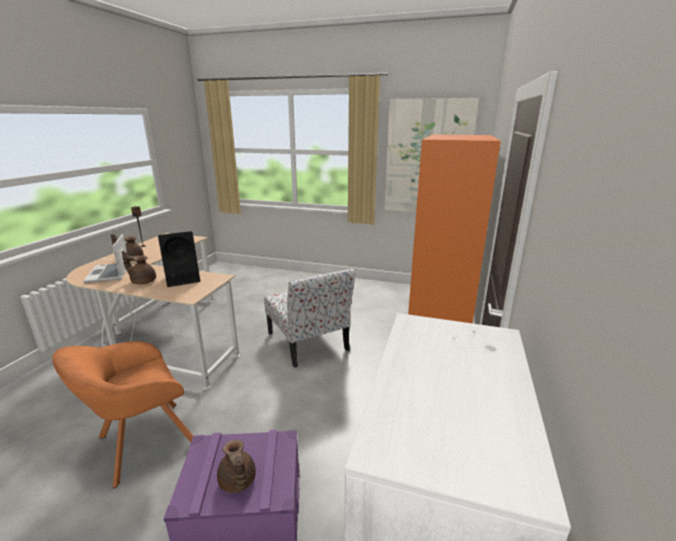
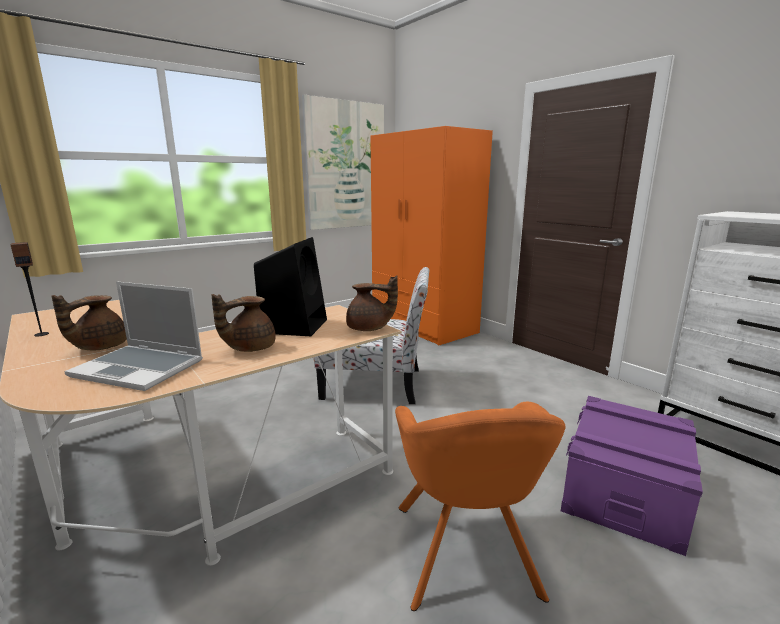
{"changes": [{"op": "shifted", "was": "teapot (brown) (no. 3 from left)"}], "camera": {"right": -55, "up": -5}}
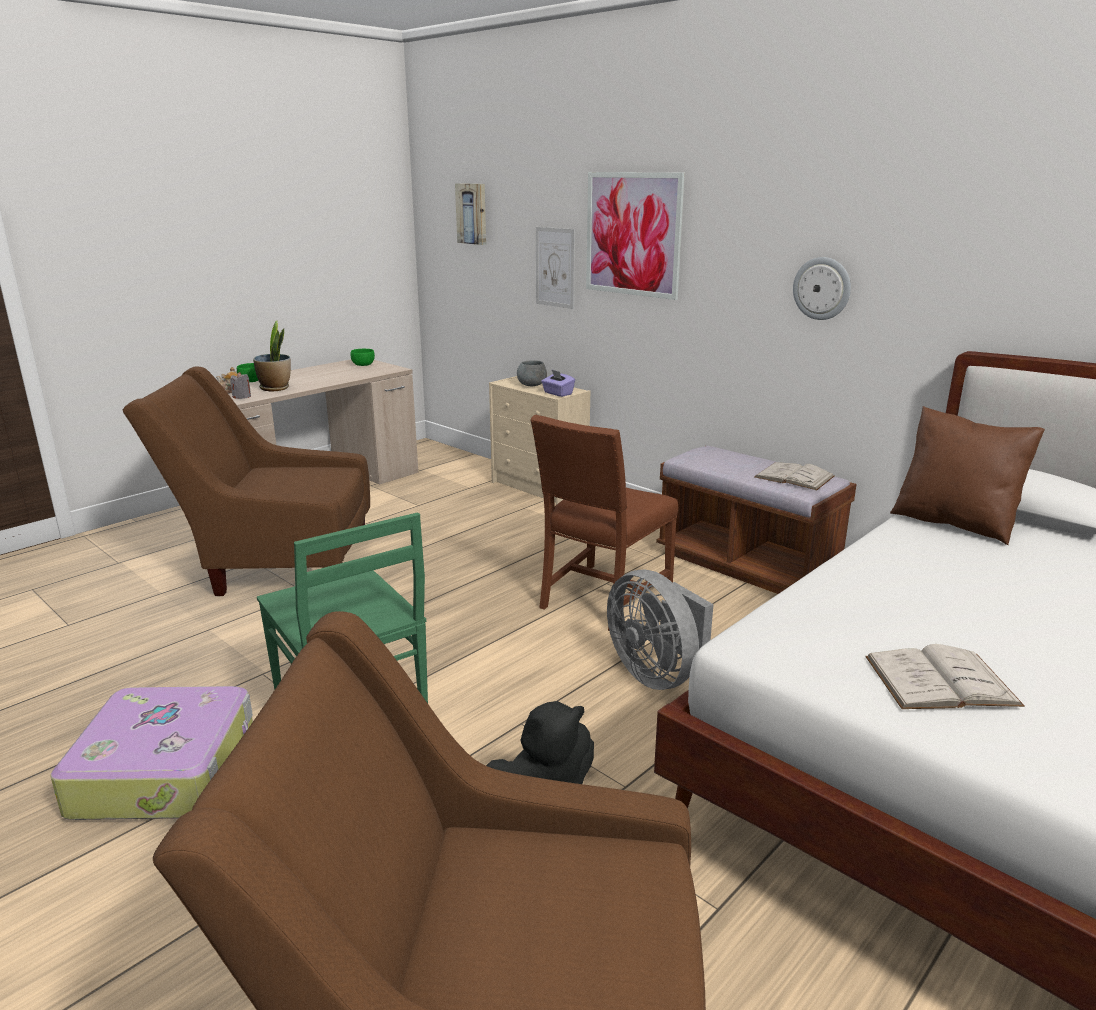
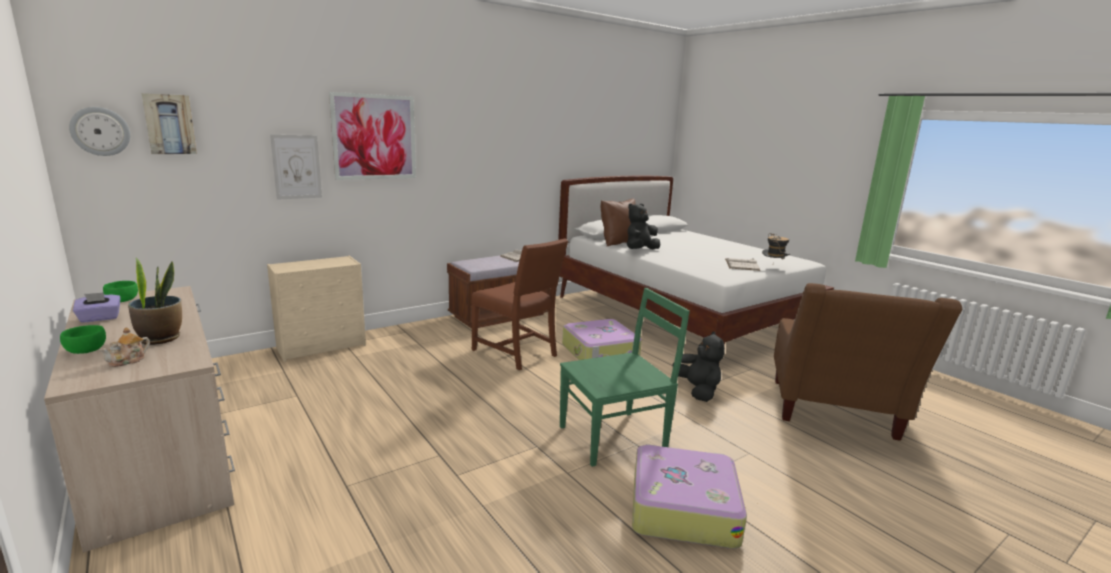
{"changes": [{"op": "gone", "was": "armchair (brown) (no. 1 from left)"}, {"op": "gone", "was": "candle (grey)"}, {"op": "gone", "was": "bowl (grey)"}, {"op": "shifted", "was": "tissue box (purple)"}, {"op": "swapped", "was": "fan (grey)", "now": "suitcase (no. 1 from left)"}, {"op": "shifted", "was": "wall clock"}, {"op": "new", "now": "plush toy (black) (no. 1 from left)"}, {"op": "new", "now": "hat"}], "camera": {"right": -80, "up": -5}}
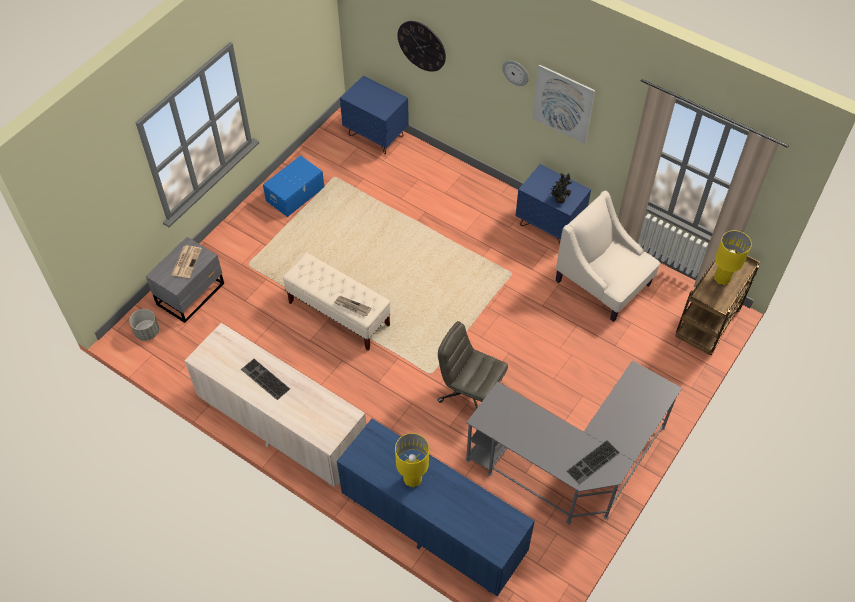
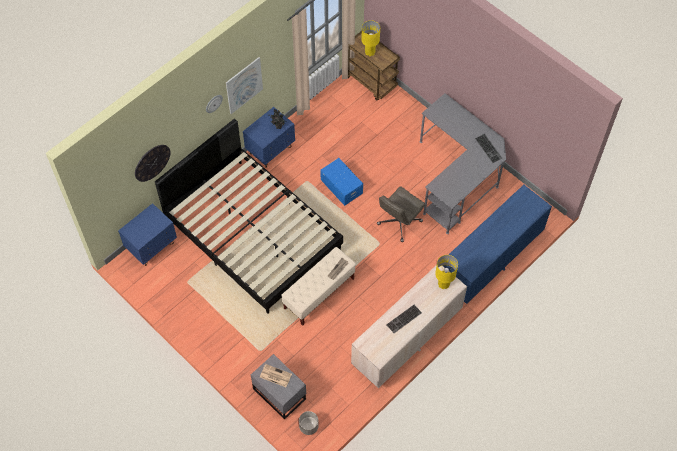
{"changes": [{"op": "shifted", "was": "storage box (blue)"}, {"op": "shifted", "was": "table lamp (yellow) (no. 1 from left in the first image)", "now": "table lamp (yellow) (no. 2 from left)"}, {"op": "gone", "was": "armchair (beige)"}, {"op": "new", "now": "bed (black)"}], "camera": {"right": -80, "up": 5}}
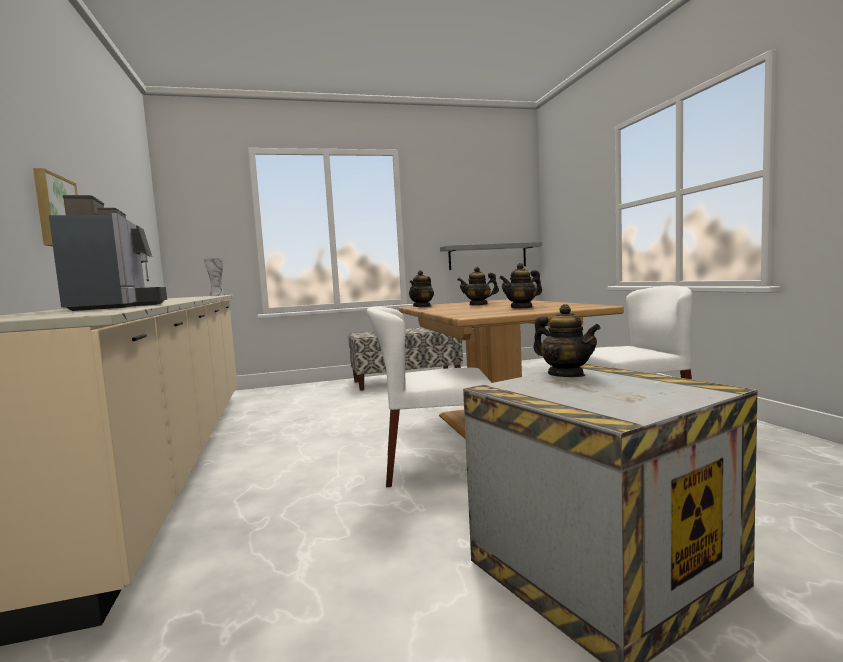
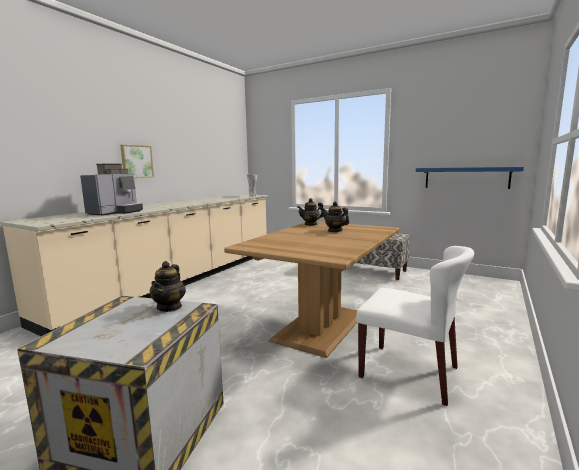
{"changes": [{"op": "gone", "was": "chair (white) (no. 1 from left)"}, {"op": "repainted", "was": "shelf (grey)", "now": "shelf (blue)"}, {"op": "gone", "was": "teapot (no. 3 from left)"}], "camera": {"right": 45, "up": 5}}
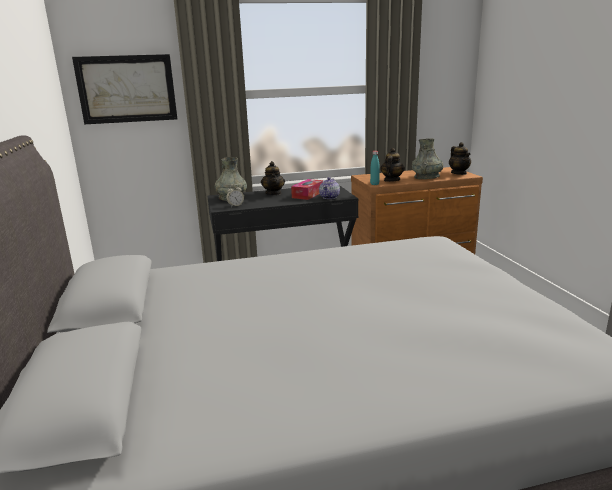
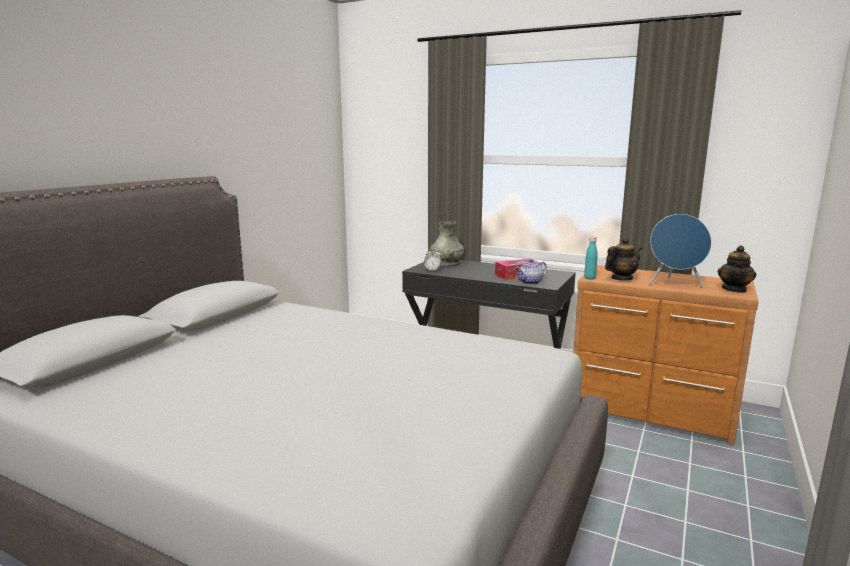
{"changes": [{"op": "gone", "was": "picture"}, {"op": "gone", "was": "teapot (no. 1 from left)"}, {"op": "swapped", "was": "vase (grey) (no. 2 from left)", "now": "speaker (blue)"}], "camera": {"right": 40, "up": -5}}
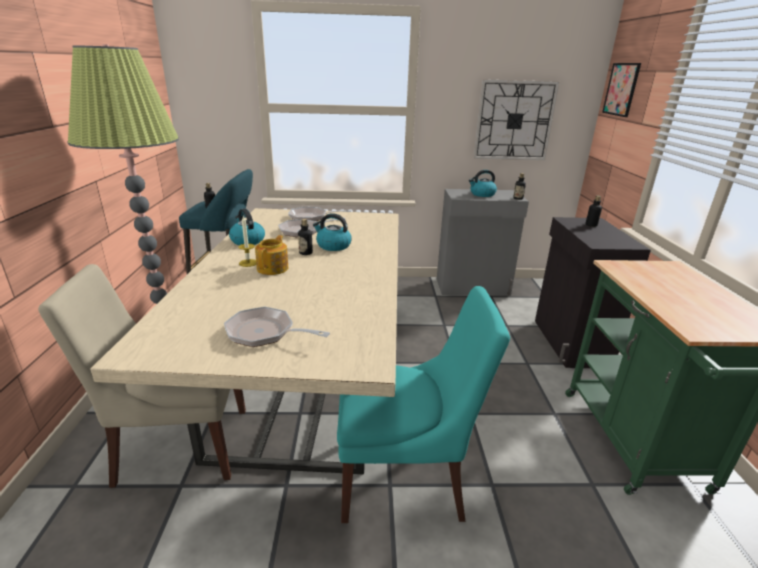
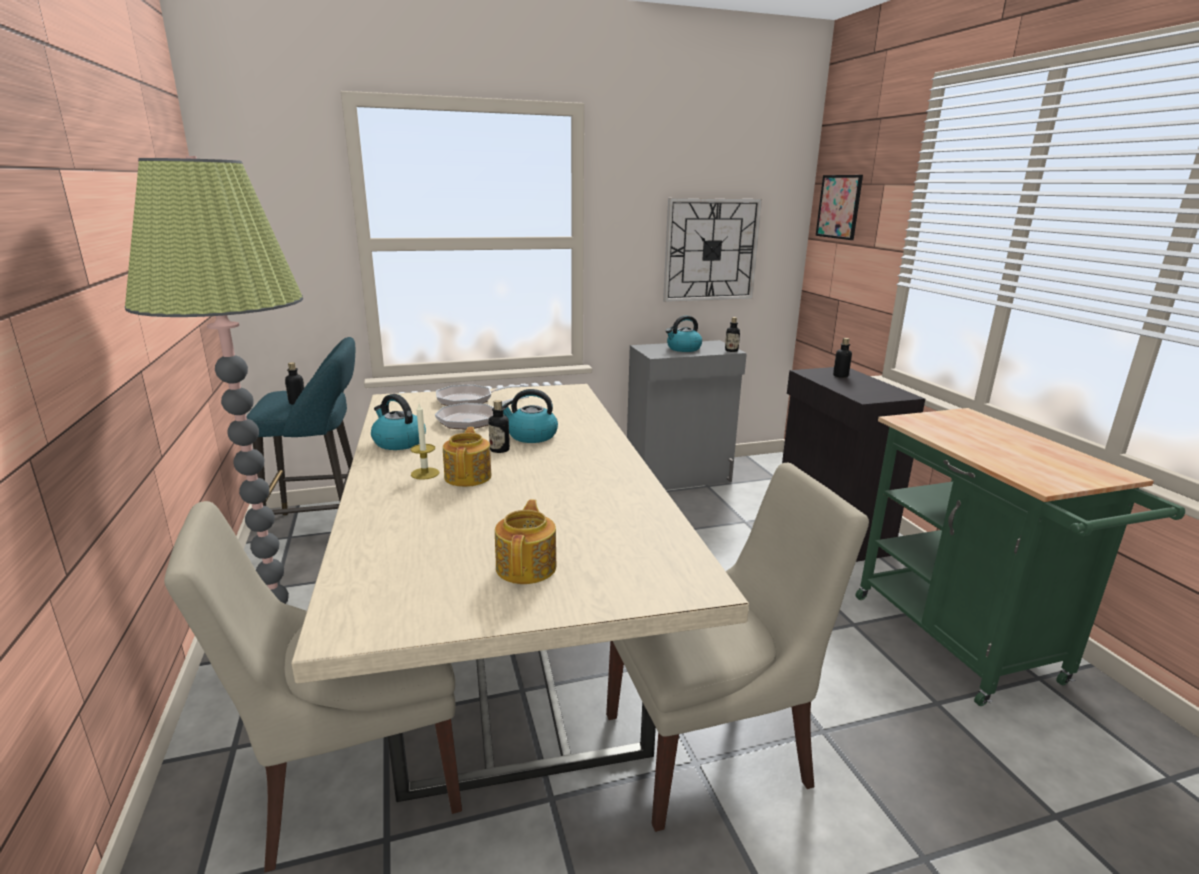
{"changes": [{"op": "swapped", "was": "frying pan (no. 1 from left)", "now": "teapot (no. 2 from left)"}, {"op": "repainted", "was": "chair (turquoise)", "now": "chair (beige) (no. 2 from left)"}], "camera": {"right": -15, "up": -5}}
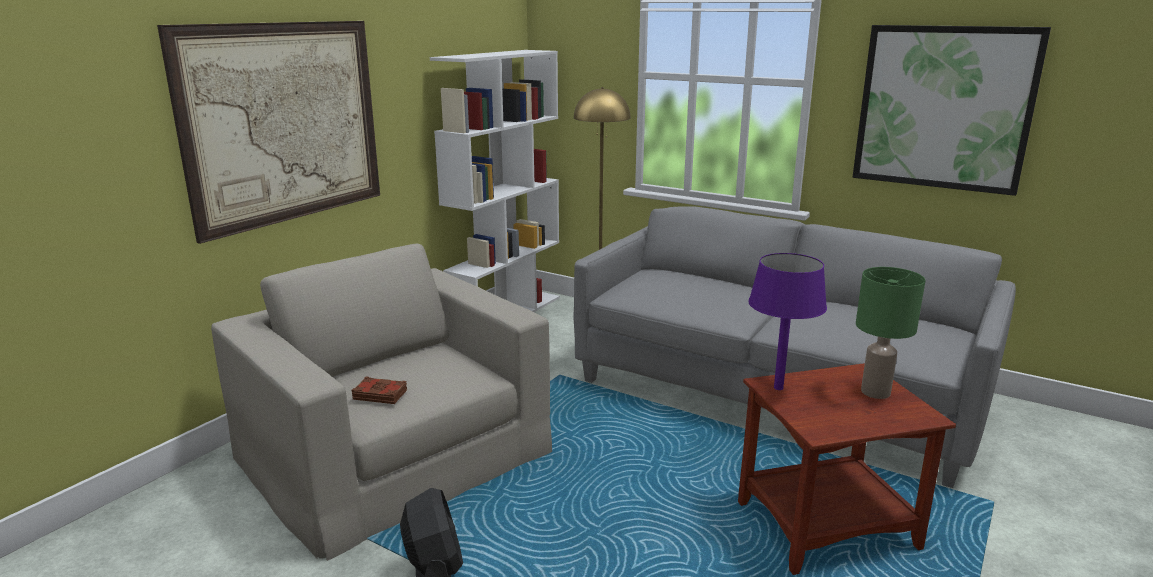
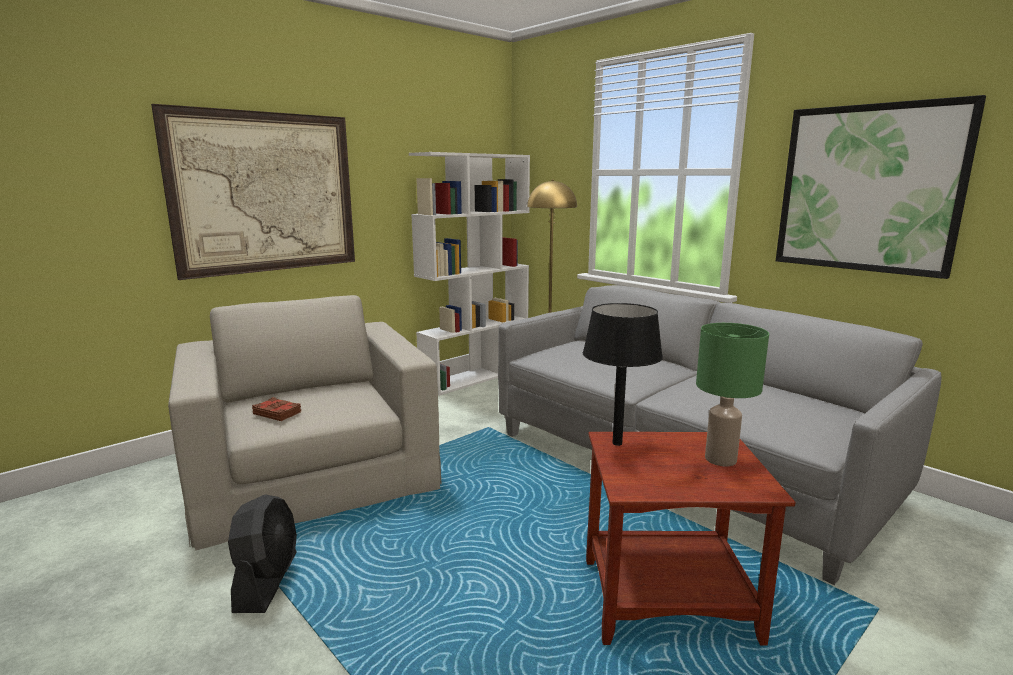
{"changes": [{"op": "repainted", "was": "table lamp (purple)", "now": "table lamp (black)"}], "camera": {"right": 15, "up": -5}}
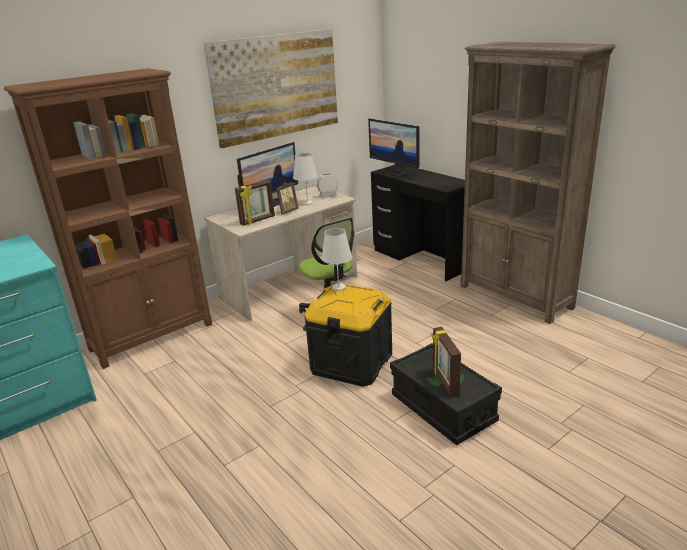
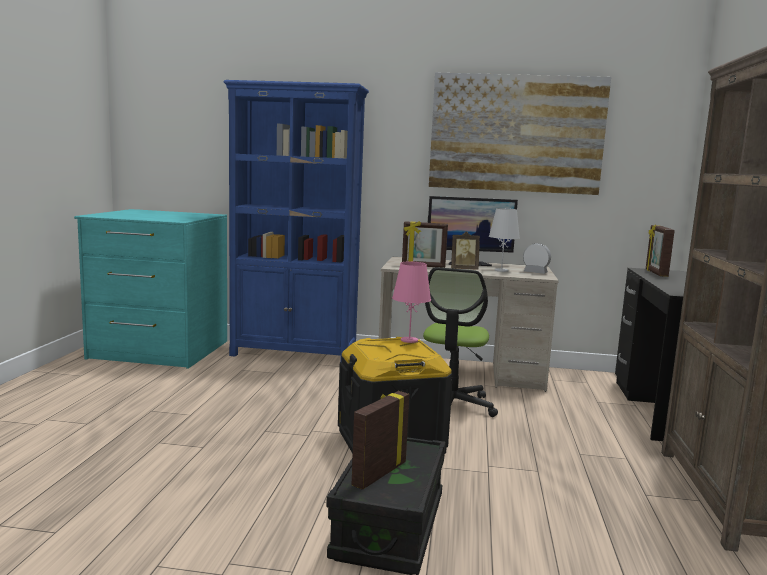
{"changes": [{"op": "repainted", "was": "bookcase (brown) (no. 1 from left)", "now": "bookcase (blue)"}, {"op": "repainted", "was": "table lamp (white) (no. 2 from left)", "now": "table lamp (pink)"}, {"op": "swapped", "was": "monitor (no. 2 from left)", "now": "picture frame (no. 4 from left)"}], "camera": {"right": 45, "up": -15}}
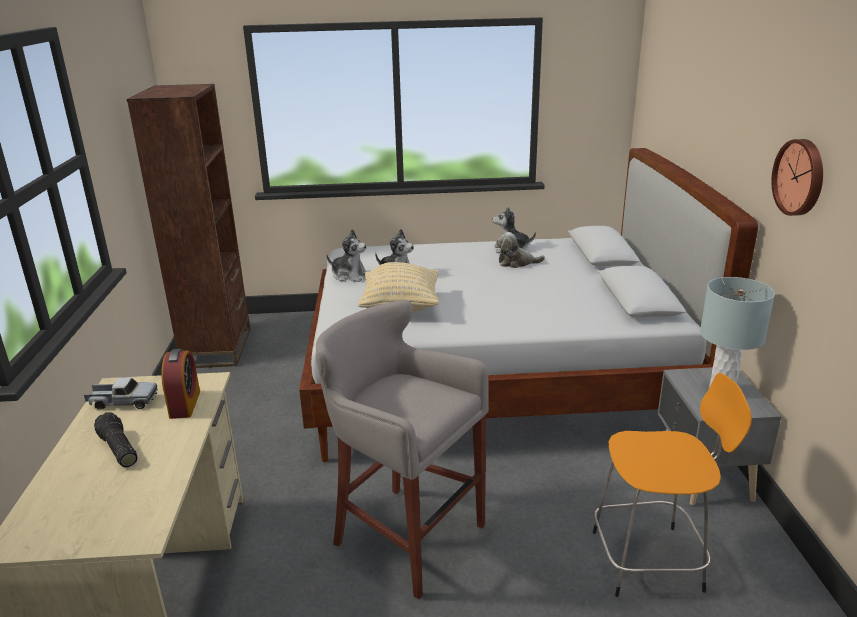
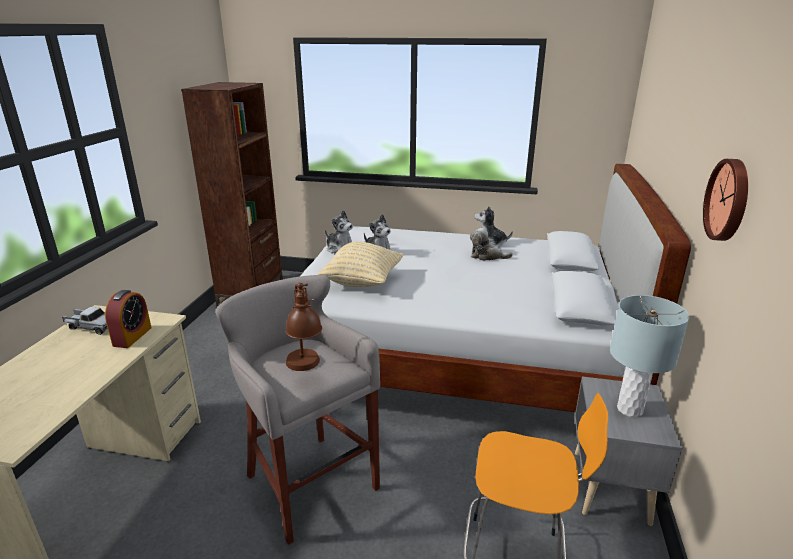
{"changes": [{"op": "gone", "was": "flashlight"}, {"op": "new", "now": "table lamp (brown)"}], "camera": {"right": 15, "up": 0}}
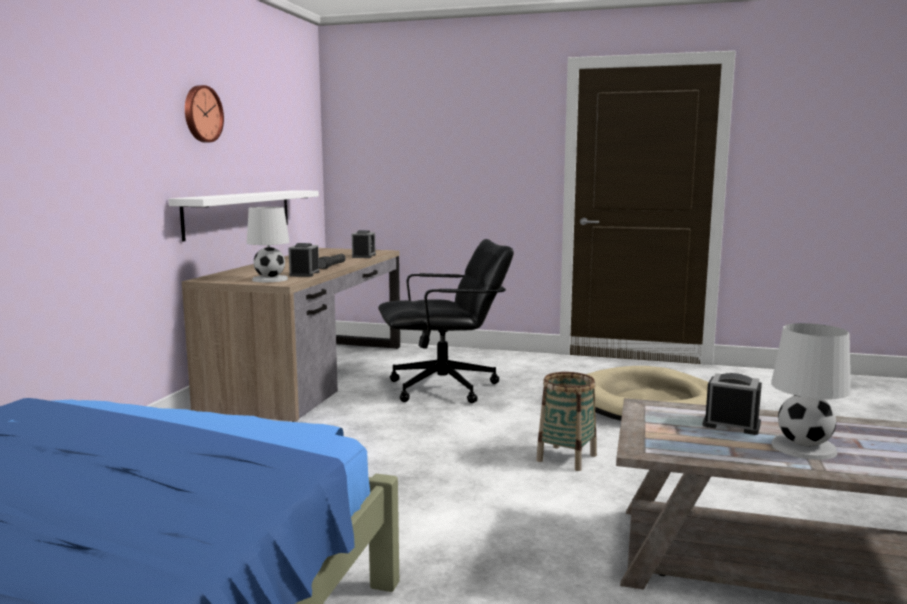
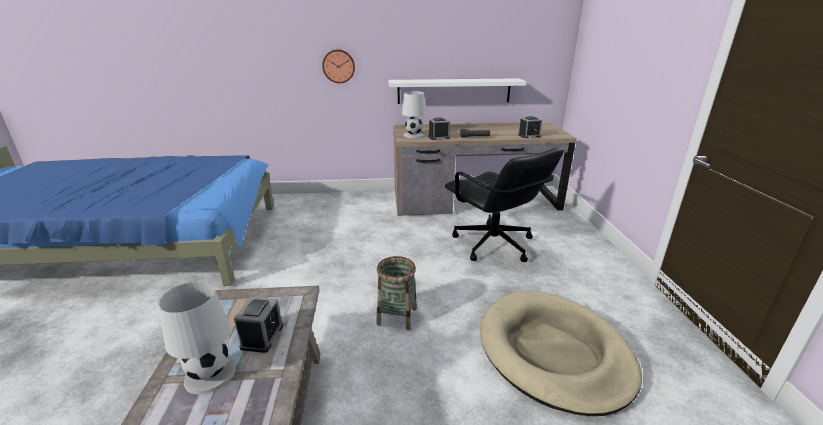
{"changes": [{"op": "shifted", "was": "wall clock"}], "camera": {"right": 70, "up": 15}}
